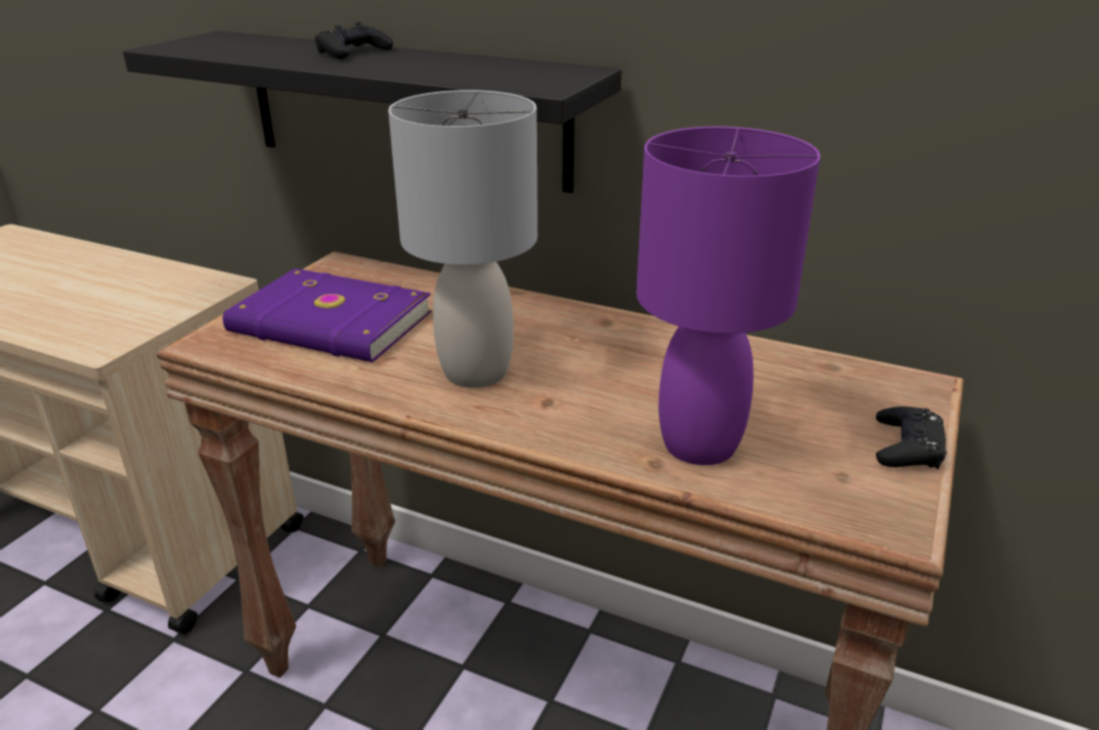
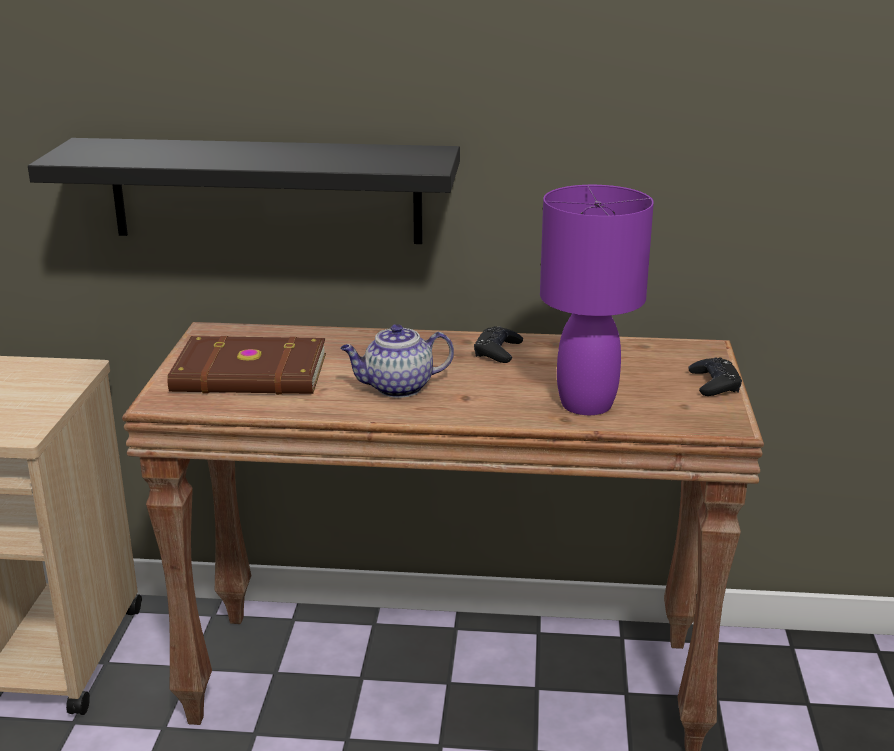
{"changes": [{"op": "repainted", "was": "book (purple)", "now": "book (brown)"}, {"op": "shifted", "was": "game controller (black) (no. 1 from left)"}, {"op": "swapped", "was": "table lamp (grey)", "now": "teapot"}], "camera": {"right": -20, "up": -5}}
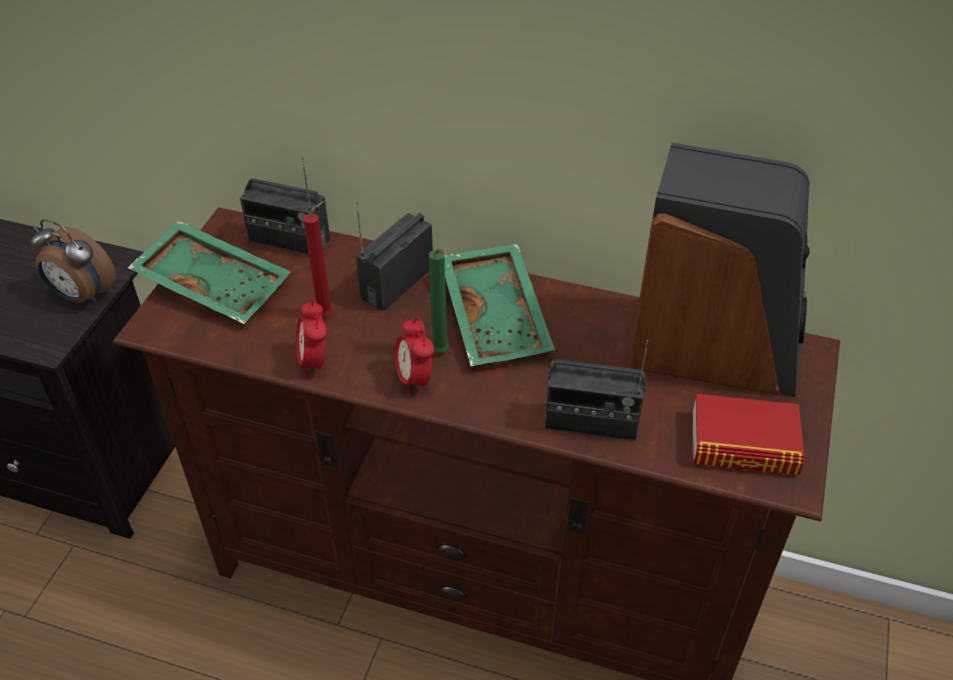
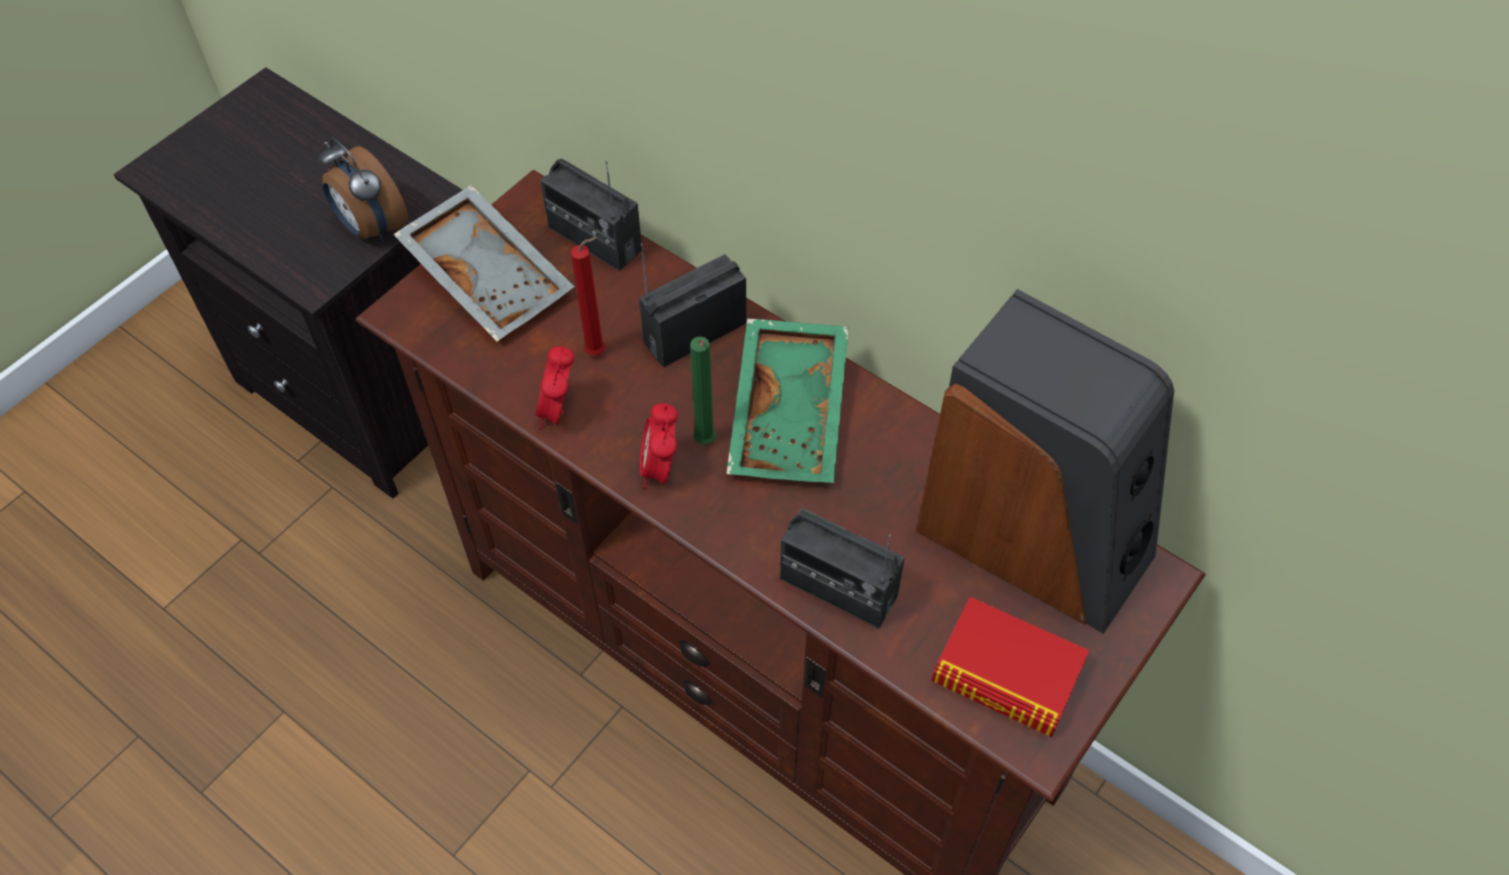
{"changes": [{"op": "repainted", "was": "tray (green) (no. 1 from left)", "now": "tray (grey)"}], "camera": {"right": 20, "up": 10}}
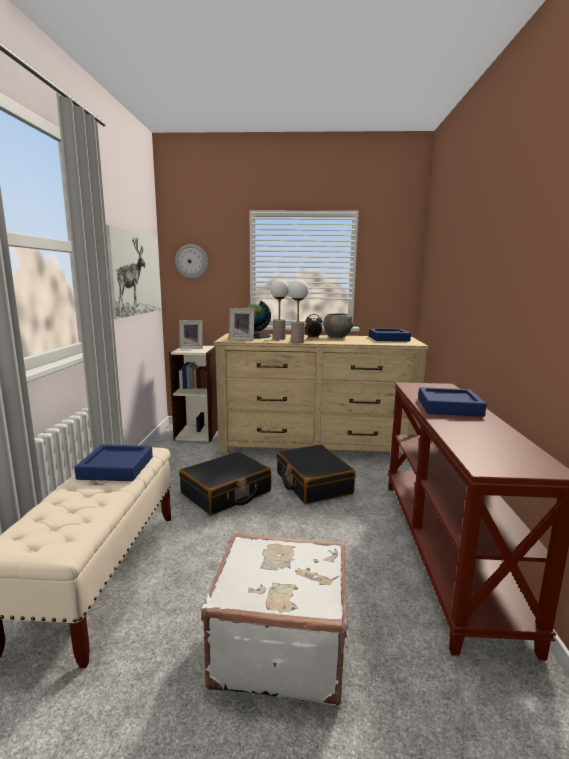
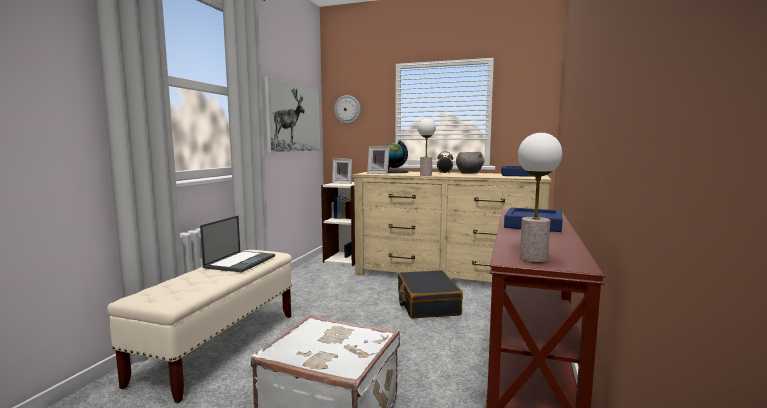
{"changes": [{"op": "swapped", "was": "tray (blue) (no. 1 from left)", "now": "laptop"}, {"op": "gone", "was": "suitcase (black) (no. 1 from left)"}, {"op": "shifted", "was": "table lamp (no. 1 from left in the first image)", "now": "table lamp (no. 2 from left)"}], "camera": {"right": 15, "up": -5}}
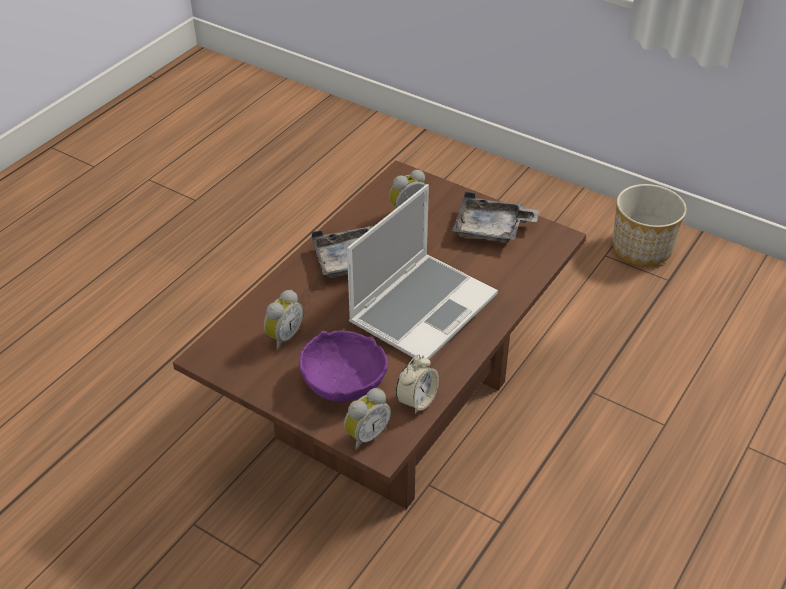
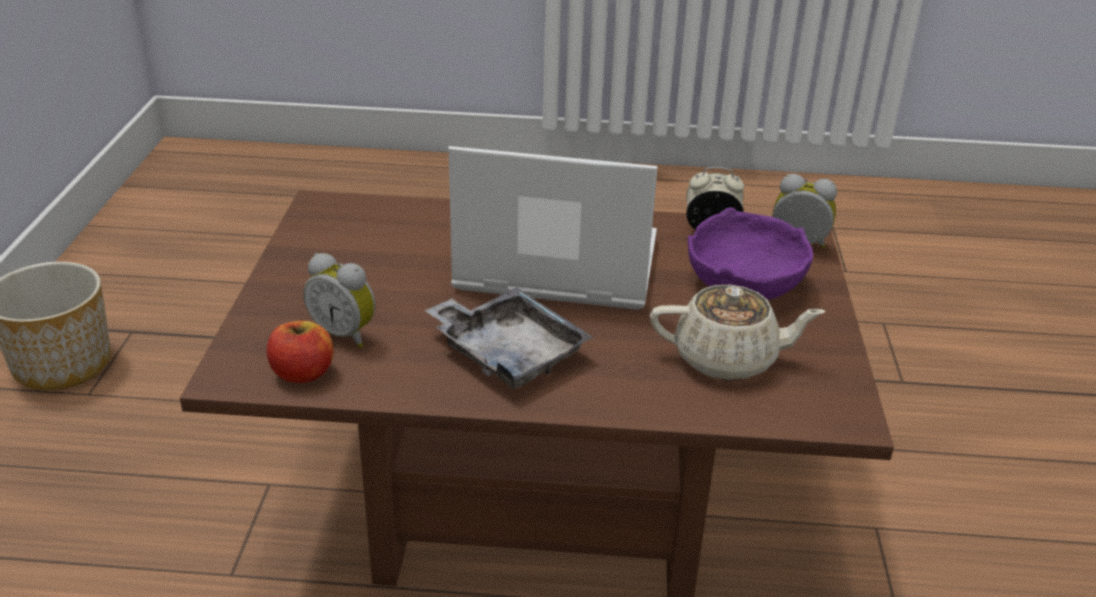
{"changes": [{"op": "swapped", "was": "alarm clock (no. 1 from left)", "now": "teapot (beige)"}, {"op": "gone", "was": "tray (grey) (no. 2 from left)"}, {"op": "new", "now": "apple"}], "camera": {"right": -120, "up": -10}}
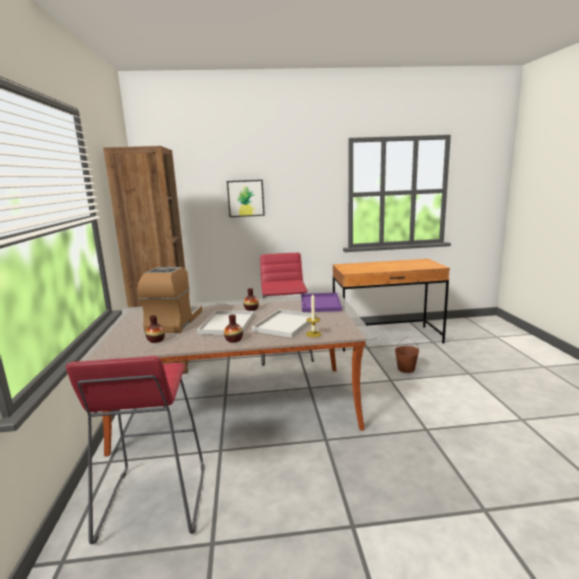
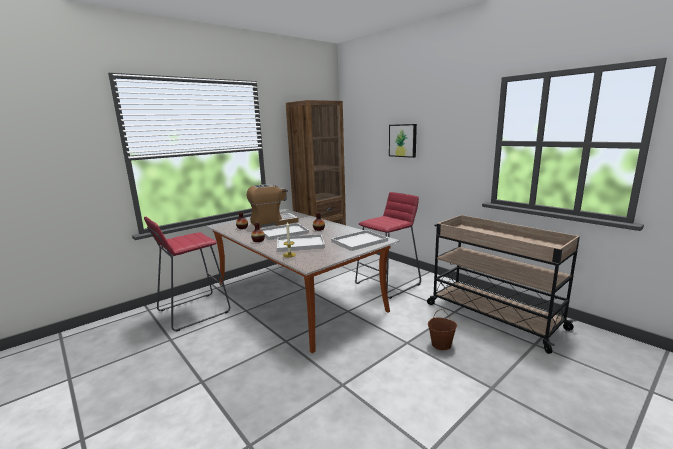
{"changes": [{"op": "repainted", "was": "tray (purple)", "now": "tray (white) (no. 3 from left)"}, {"op": "swapped", "was": "desk (brown)", "now": "cart (beige)"}], "camera": {"right": 55, "up": 0}}
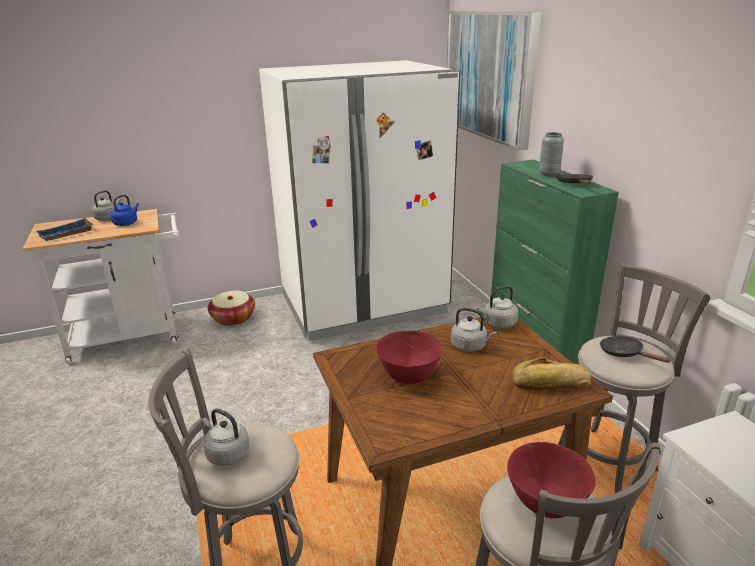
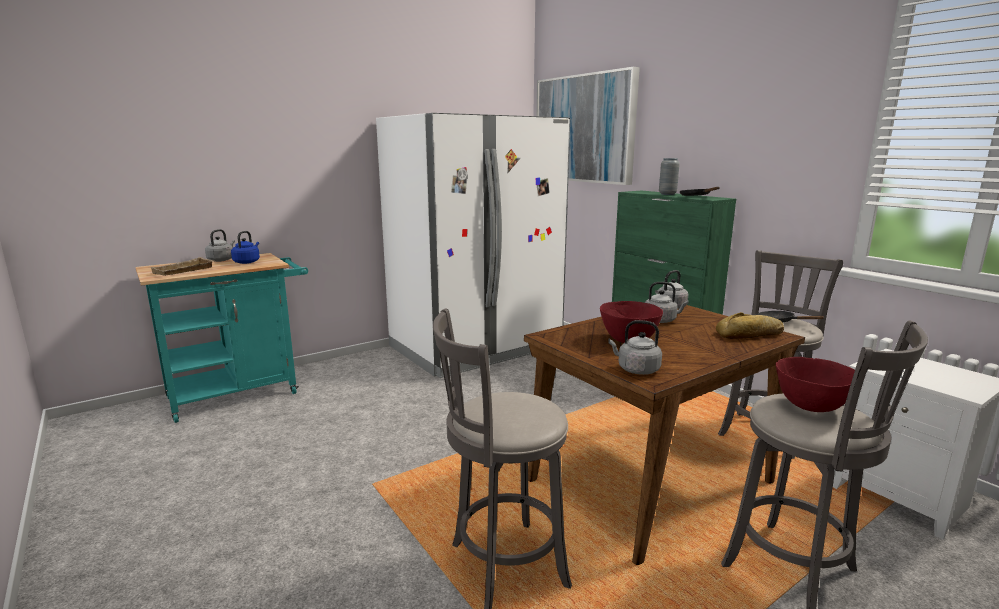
{"changes": [{"op": "repainted", "was": "cart (white)", "now": "cart (turquoise)"}, {"op": "repainted", "was": "tray (blue)", "now": "tray (beige)"}, {"op": "shifted", "was": "kettle (grey) (no. 2 from left)"}, {"op": "gone", "was": "basket"}], "camera": {"right": -15, "up": -10}}
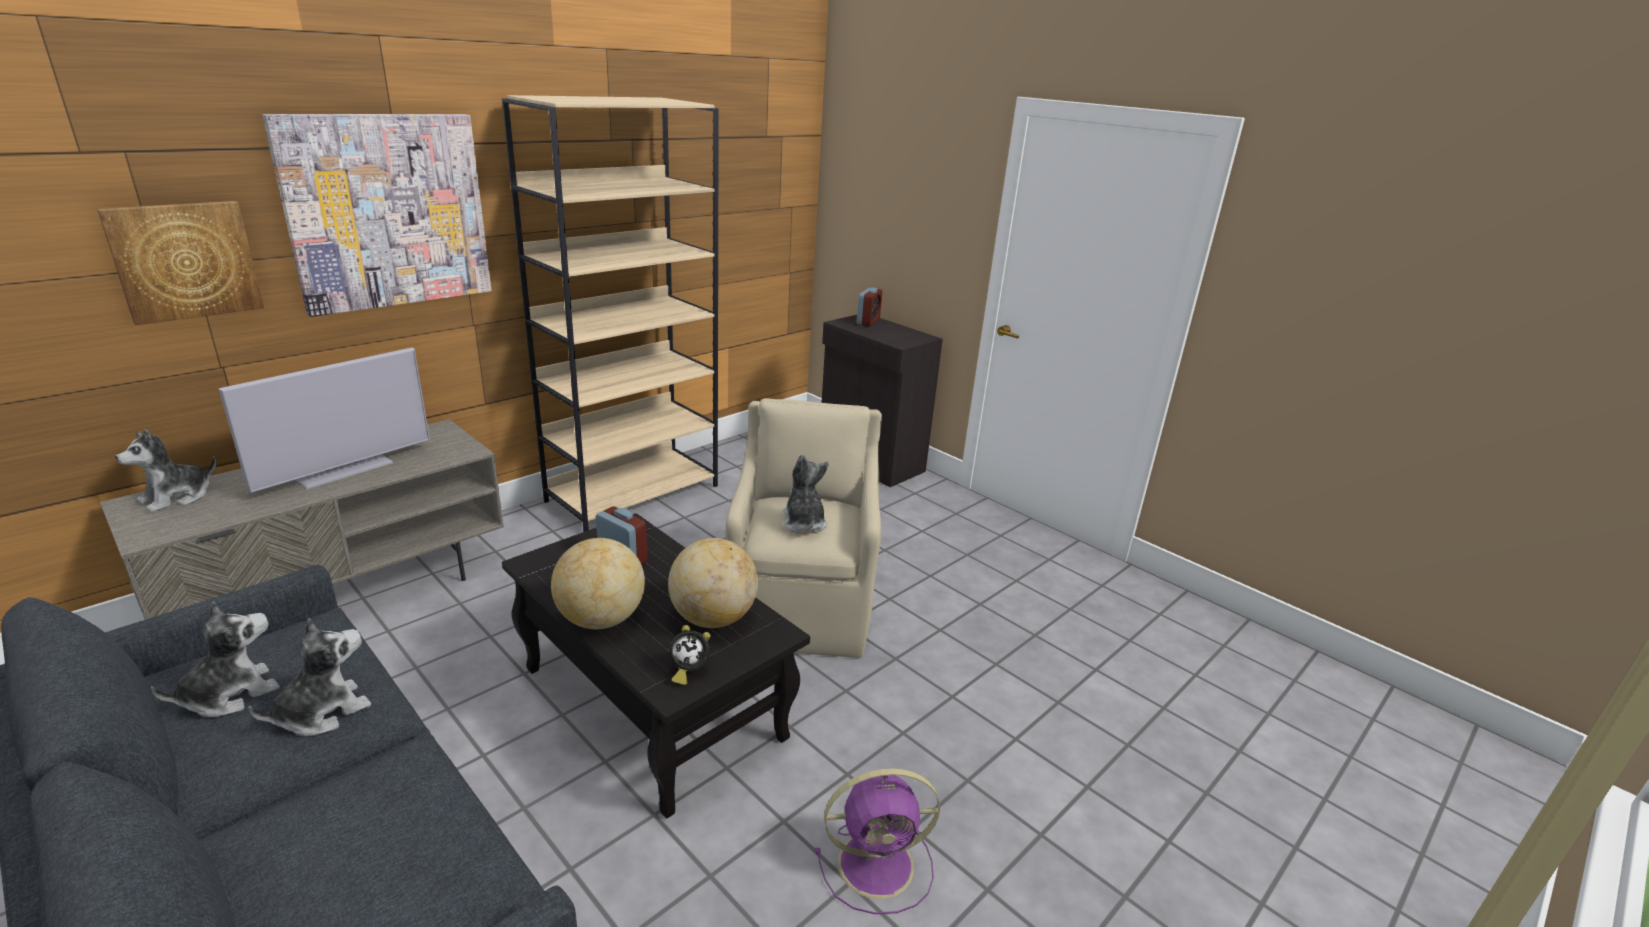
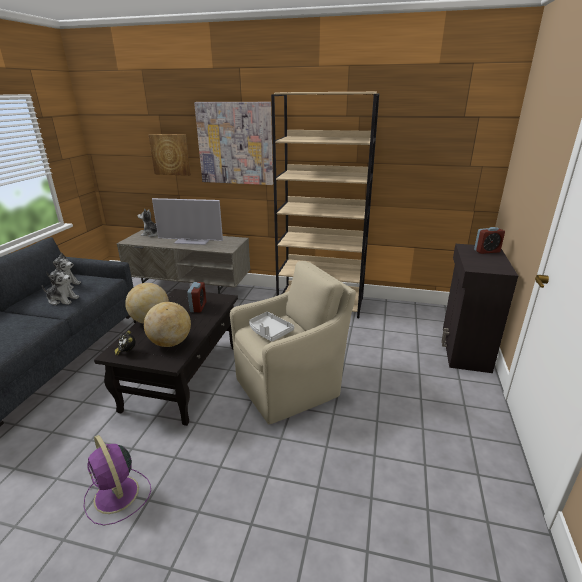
{"changes": [{"op": "swapped", "was": "plush toy (no. 4 from left)", "now": "tray (grey)"}], "camera": {"right": 60, "up": 0}}
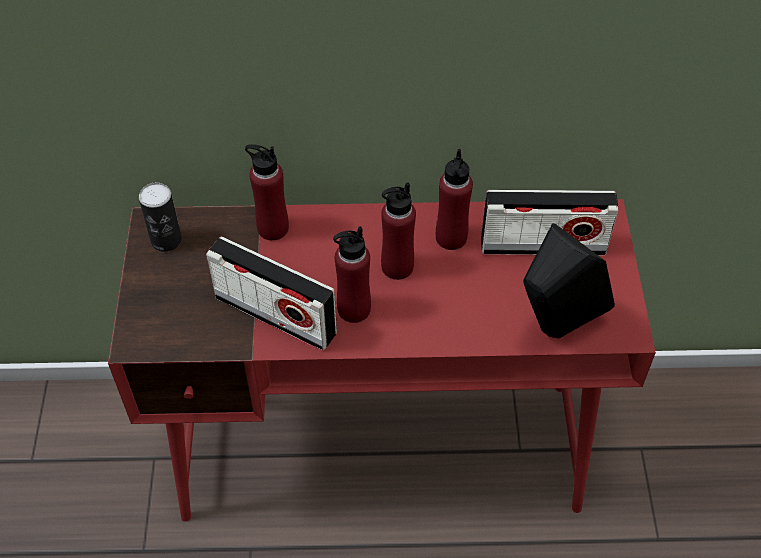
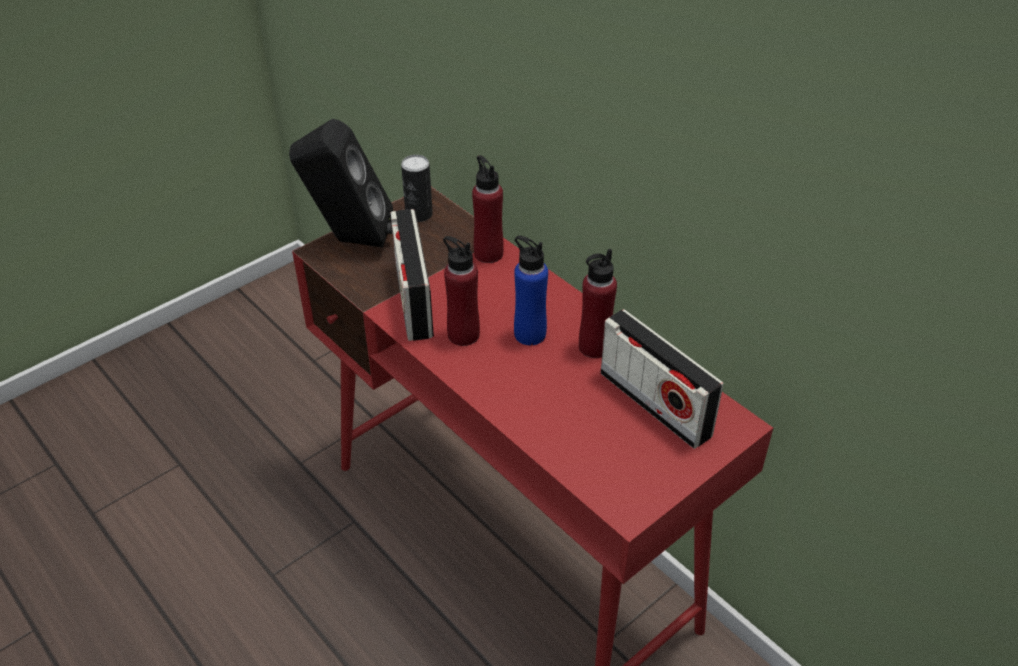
{"changes": [{"op": "repainted", "was": "bottle (red) (no. 3 from left)", "now": "bottle (blue)"}, {"op": "shifted", "was": "speaker (black)"}], "camera": {"right": 50, "up": -10}}
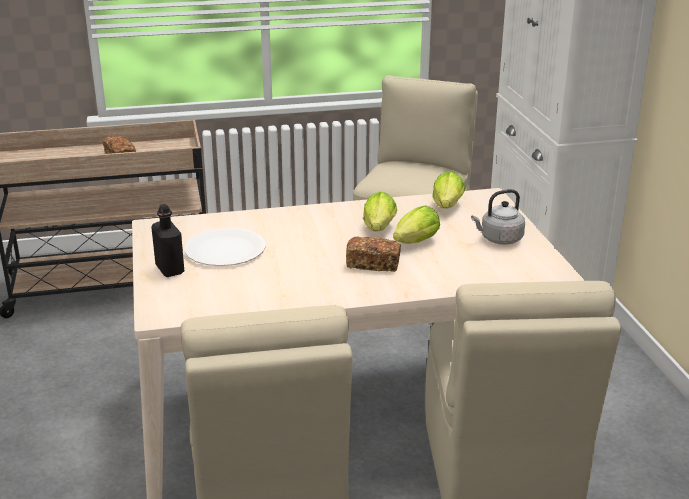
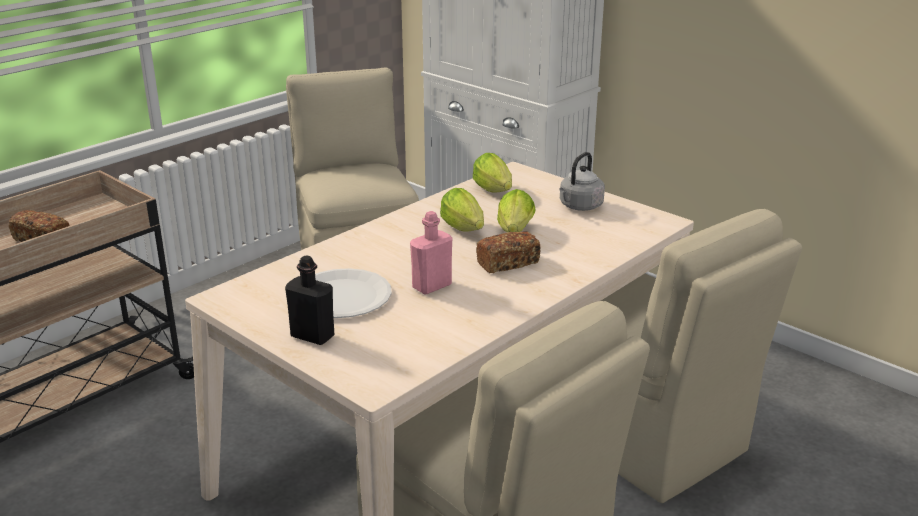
{"changes": [{"op": "new", "now": "bottle (pink)"}], "camera": {"right": -35, "up": 0}}
